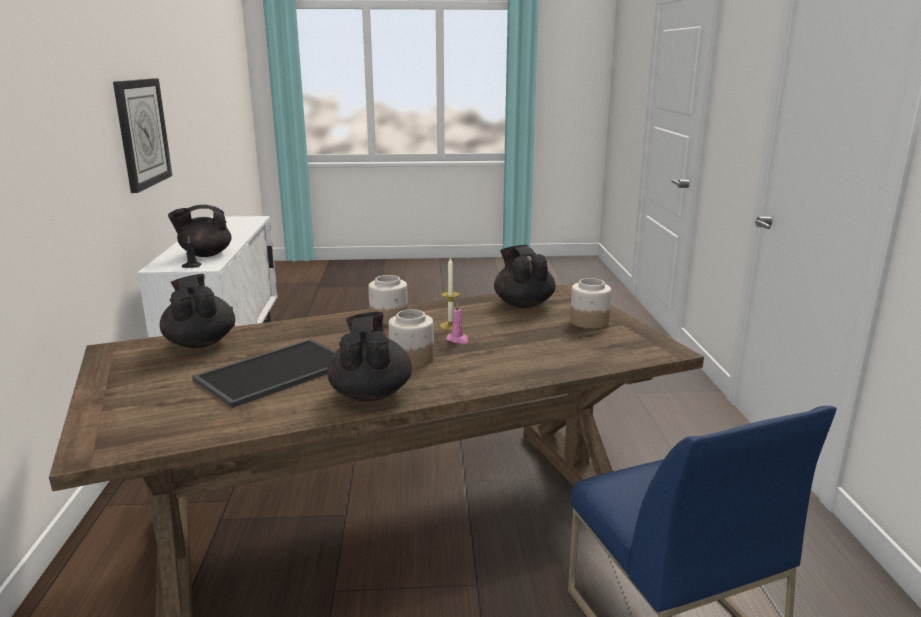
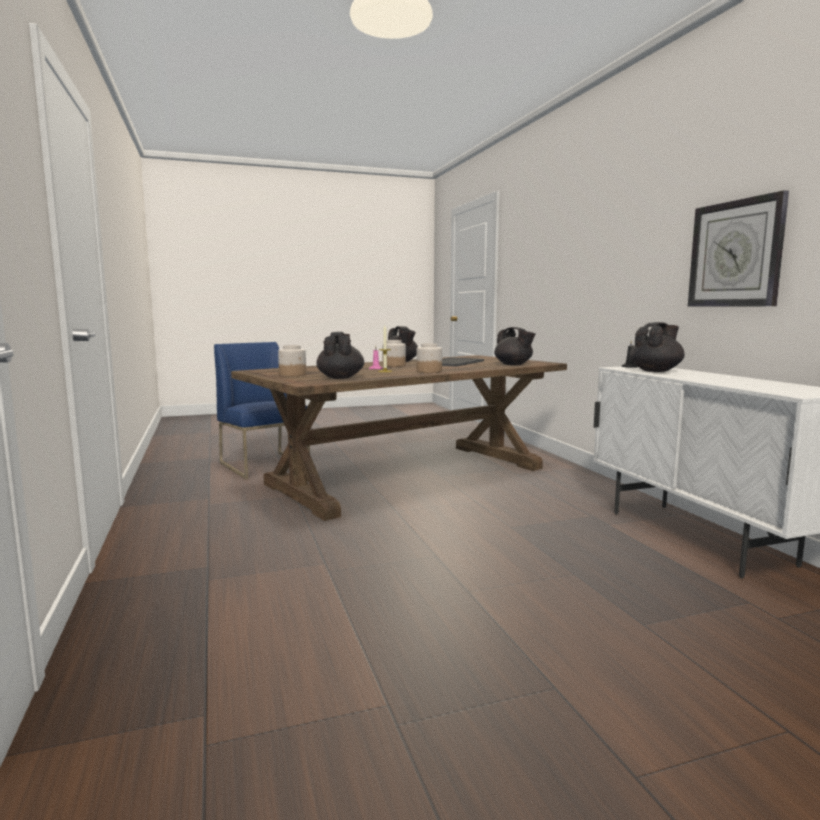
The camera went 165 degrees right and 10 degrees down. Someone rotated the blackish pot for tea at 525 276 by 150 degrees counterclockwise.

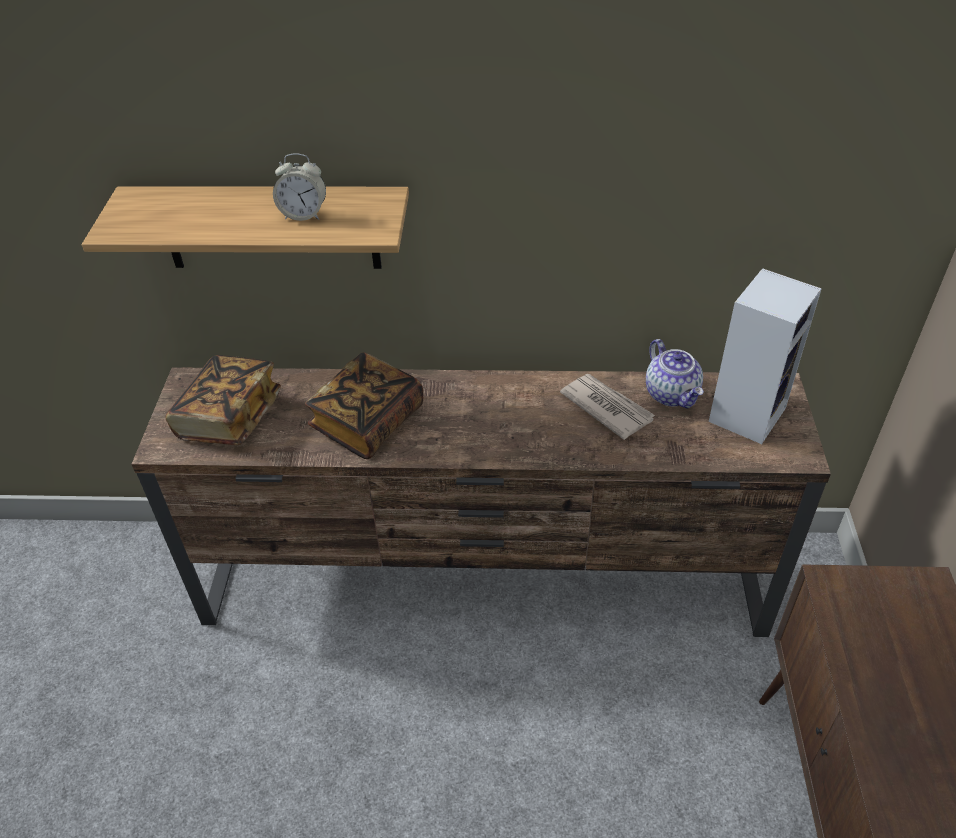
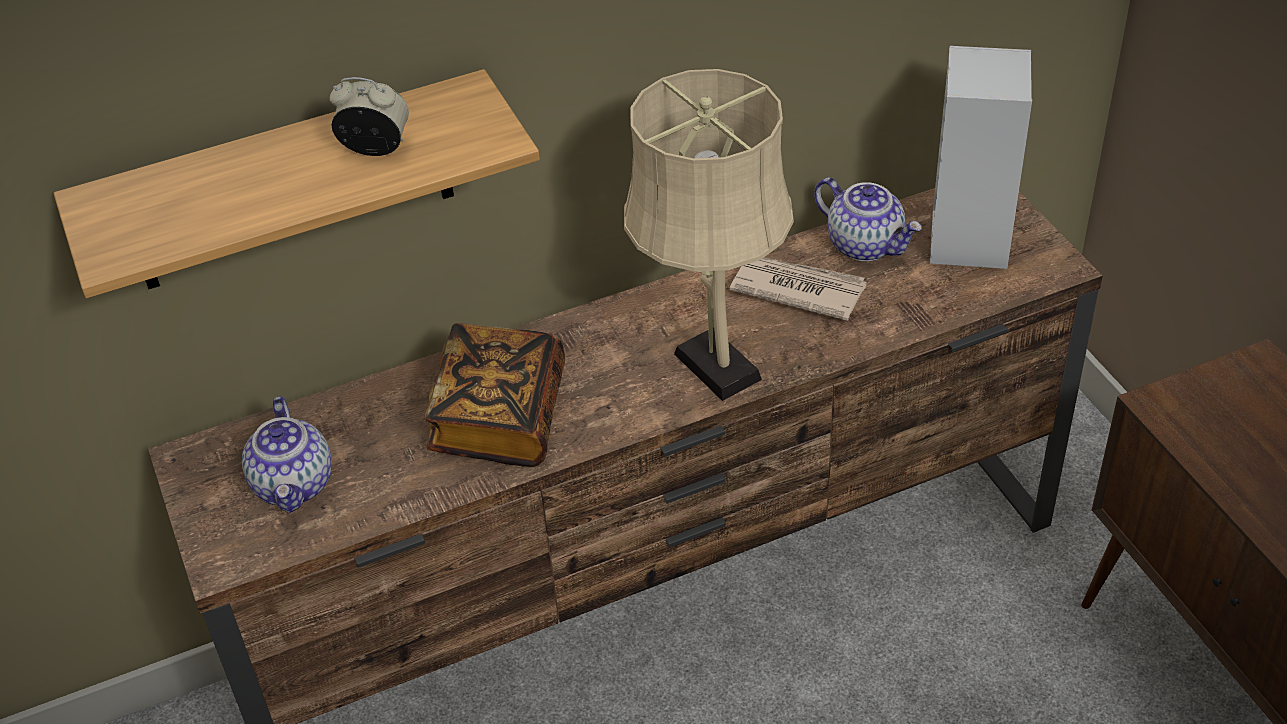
The camera went 25 degrees left and 0 degrees up. Someone rotated the alarm clock at 299 187 by 150 degrees counterclockwise. Someone swapped the bound book at 223 400 for the pot for tea at 287 454. Someone put down the sand-coloured lamp for a table at 709 235.

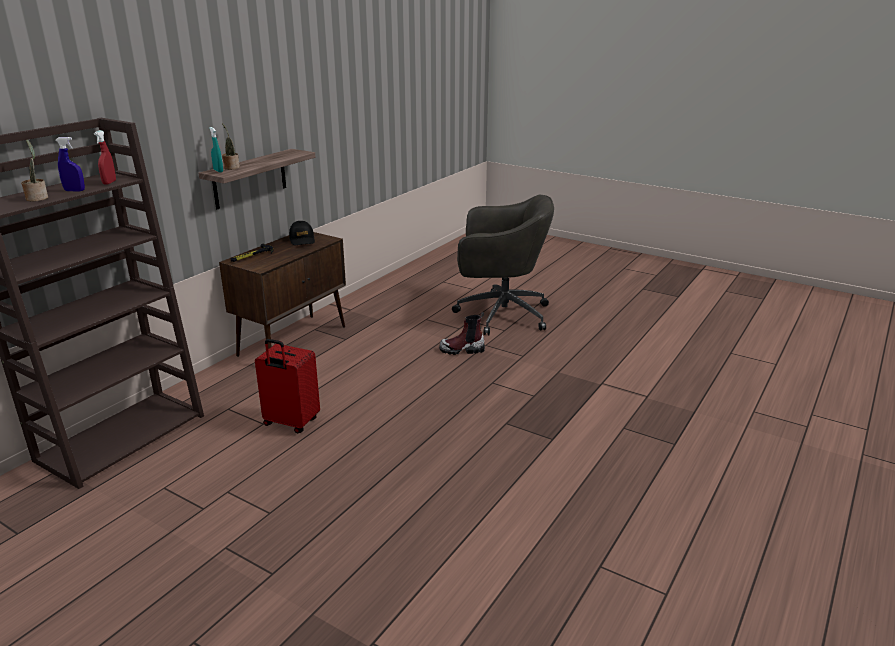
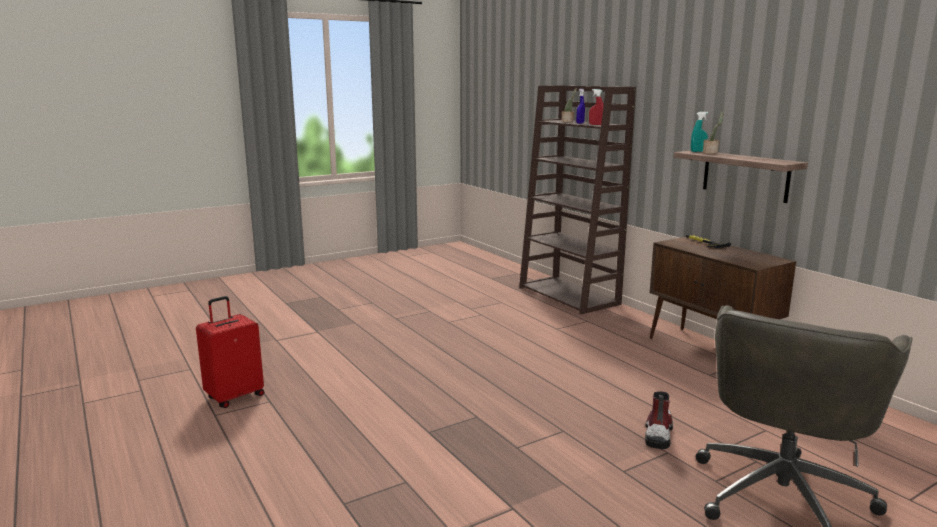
The camera went 115 degrees right and 10 degrees down. Someone took away the blackish peaked cap at 302 233. Someone carried the red-coloured piece of luggage from 287 386 to 230 352.

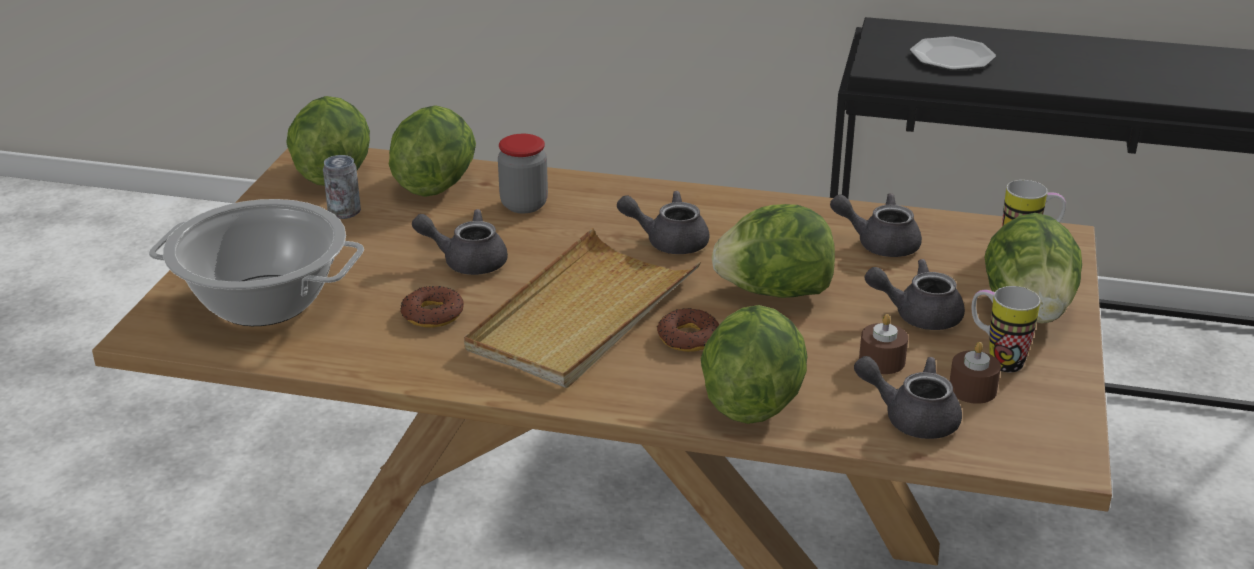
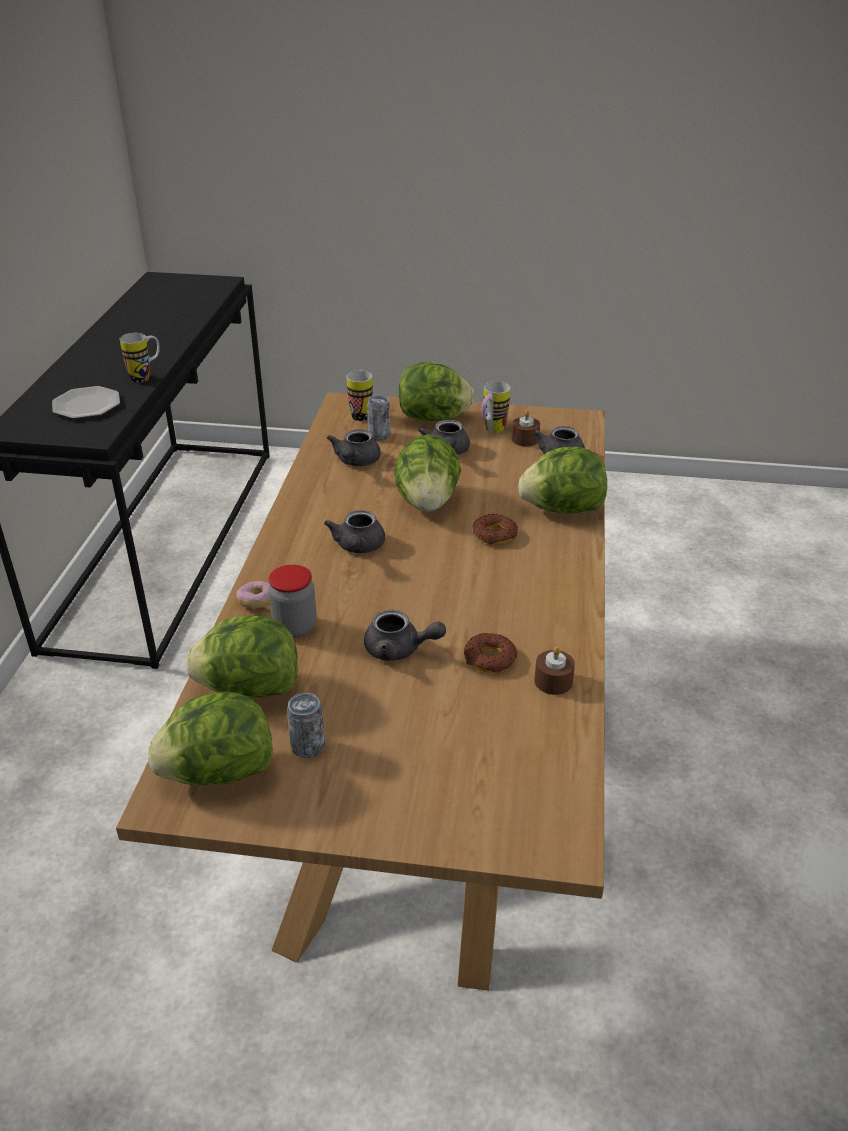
The camera went 95 degrees left and 5 degrees up. Someone took away the stockpot at 256 262. Someone rotated the greyish pot for tea at 460 242 by 75 degrees counterclockwise. Someone took away the sand-coloured tray at 582 308. Someone carried the brownish candle from 883 344 to 554 670. Someone put down the tea mug at 140 358. Someone put down the sealed can at 379 418. Someone put down the ring doughnut at 253 595.

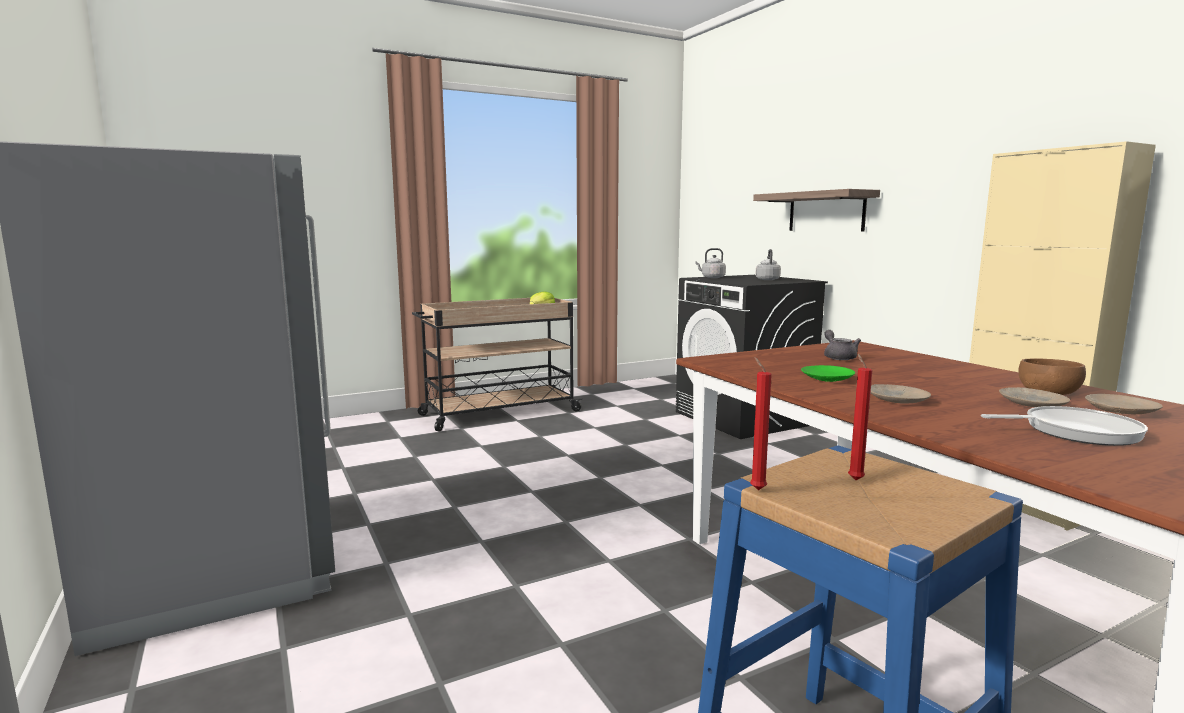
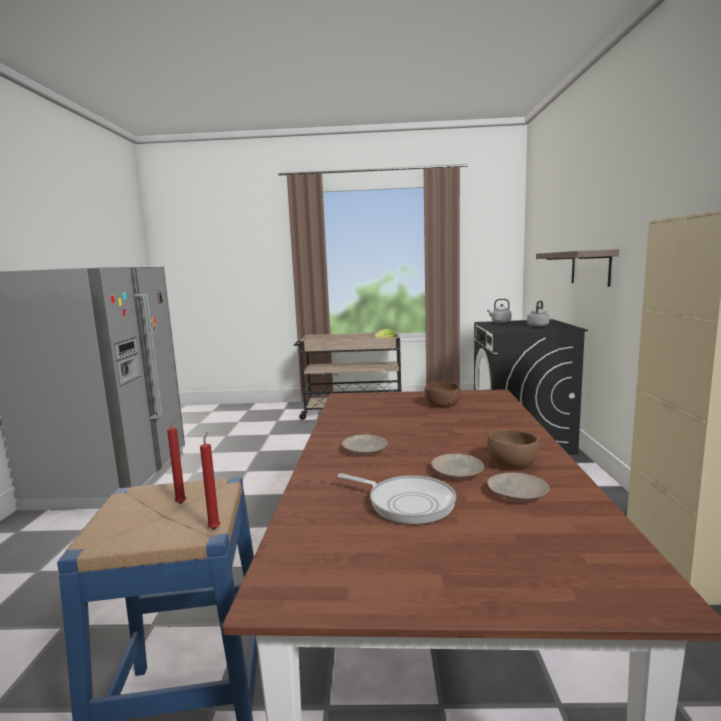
The camera went 30 degrees right and 0 degrees up. Someone swapped the greyish pot for tea at 842 345 for the brownish serving bowl at 442 394. Someone carried the red-coloured candle from 761 423 to 210 481. Someone took away the green-coloured dinner plate at 828 373.

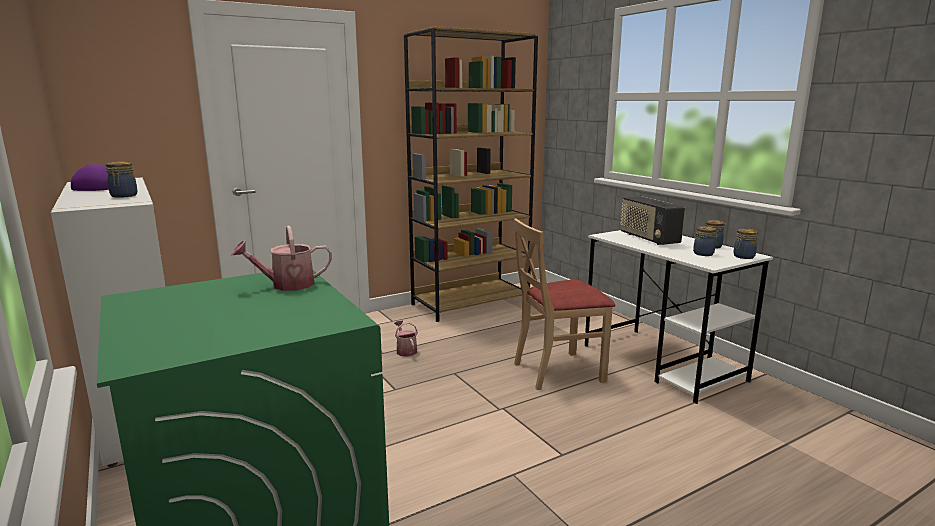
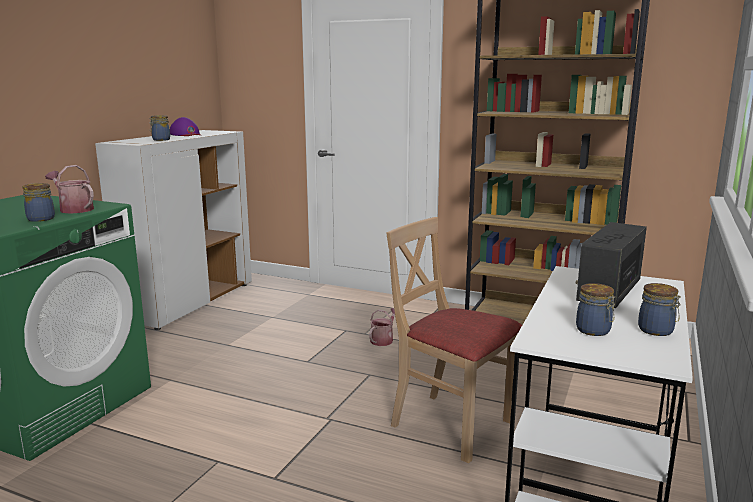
The camera went 55 degrees right and 0 degrees up. Someone carried the jar from 746 244 to 38 202.

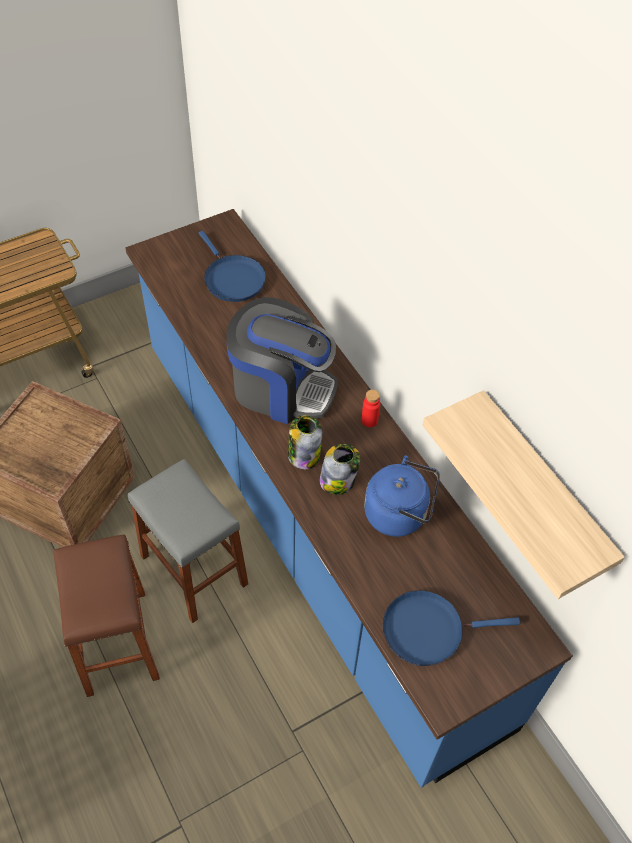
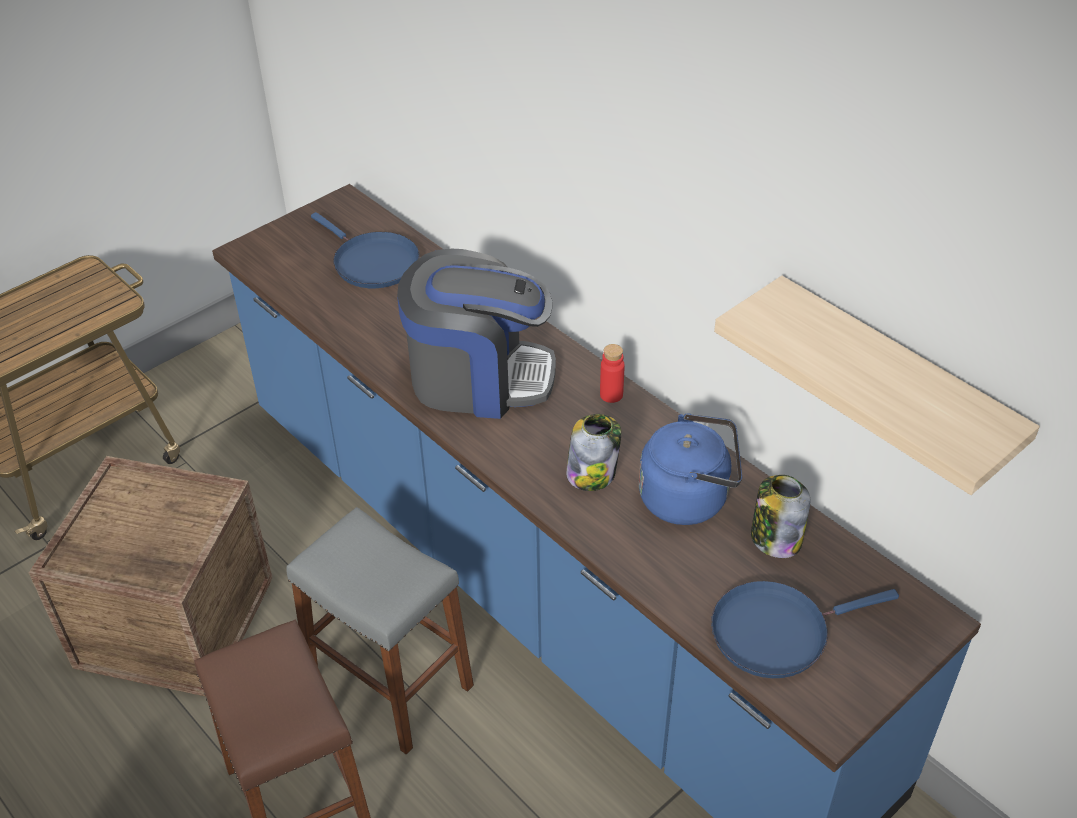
The camera went 10 degrees left and 10 degrees down. Someone carried the jar from 305 442 to 780 516.

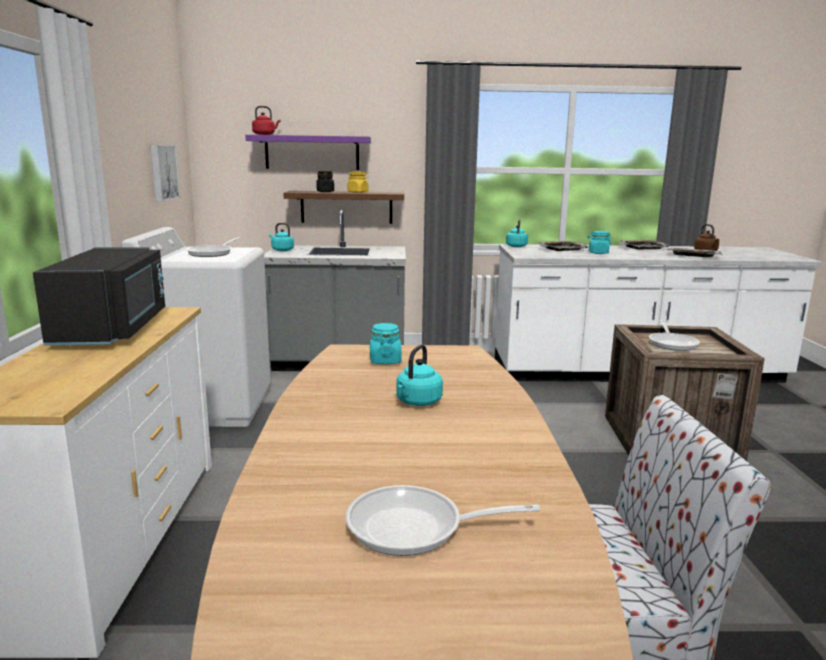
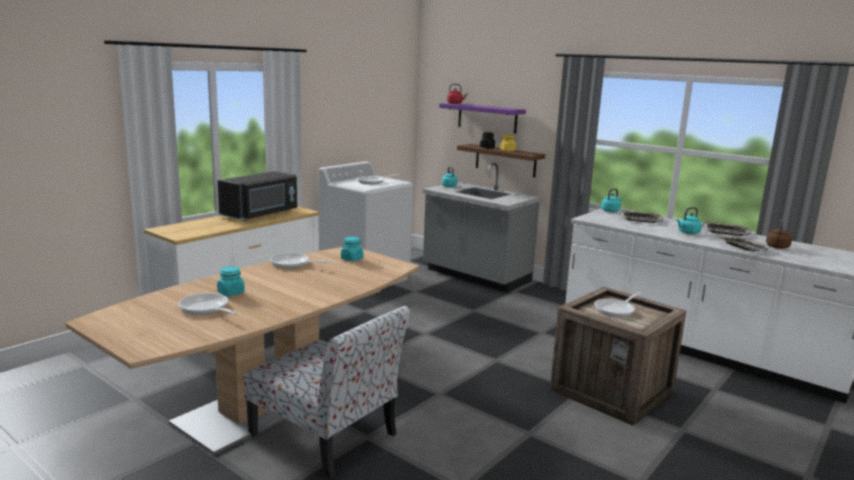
The camera went 40 degrees right and 0 degrees up. Someone took away the wall art at 165 173. Someone carried the turquoise-coloured jar from 599 242 to 231 281. Someone carried the turquoise-coloured tea kettle from 419 375 to 689 220. Someone put down the pan at 299 260.

